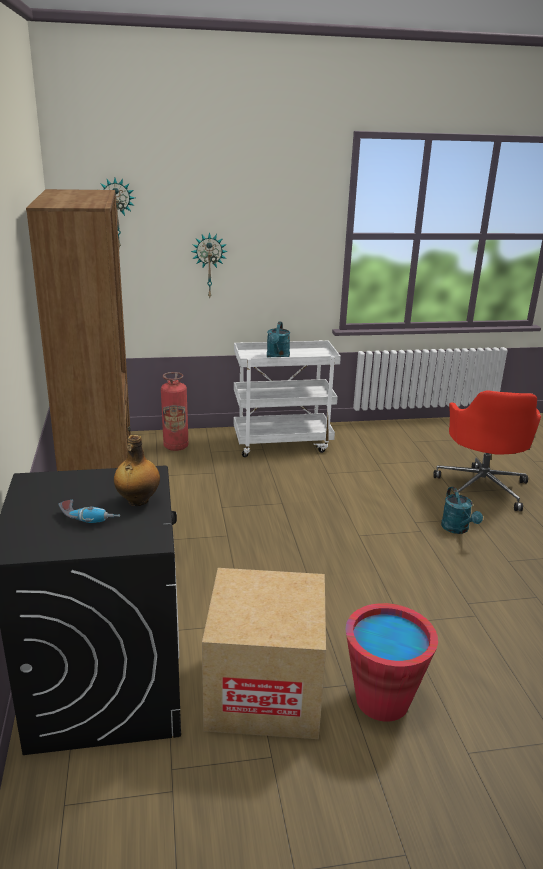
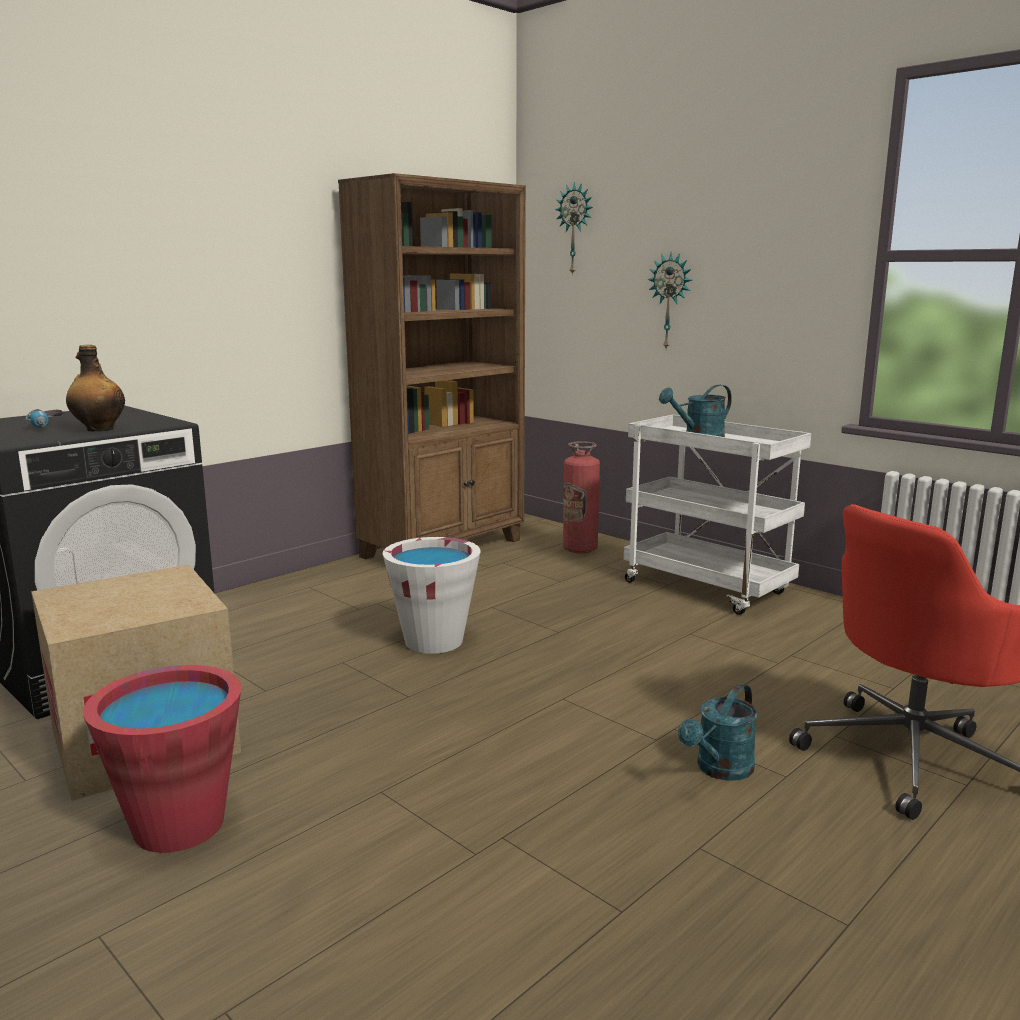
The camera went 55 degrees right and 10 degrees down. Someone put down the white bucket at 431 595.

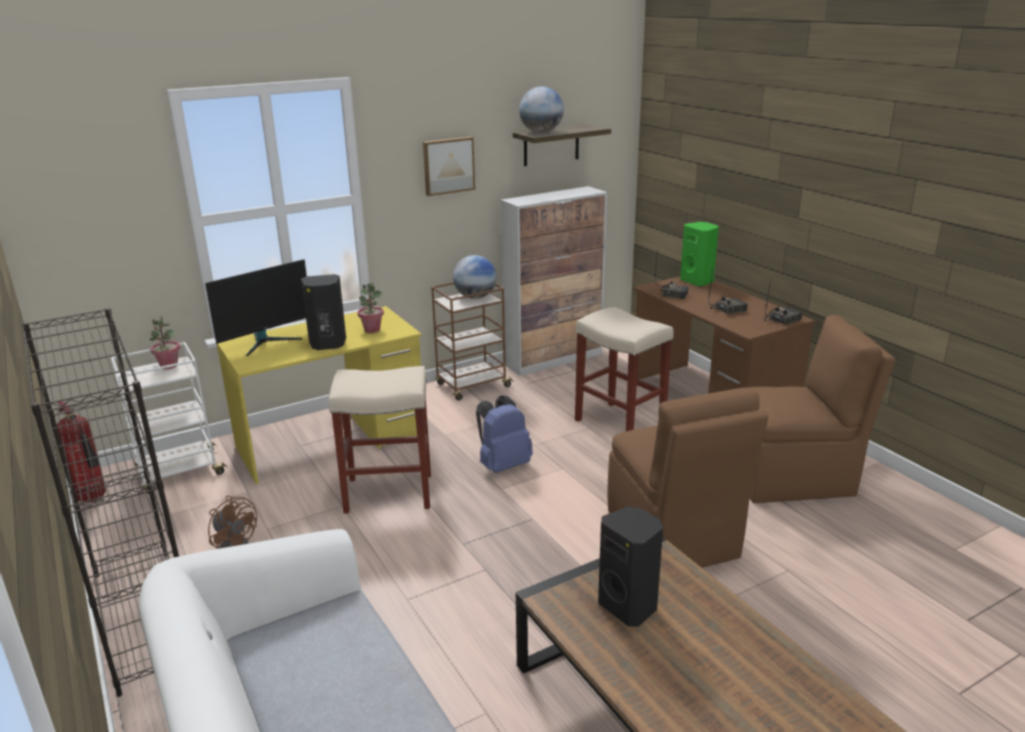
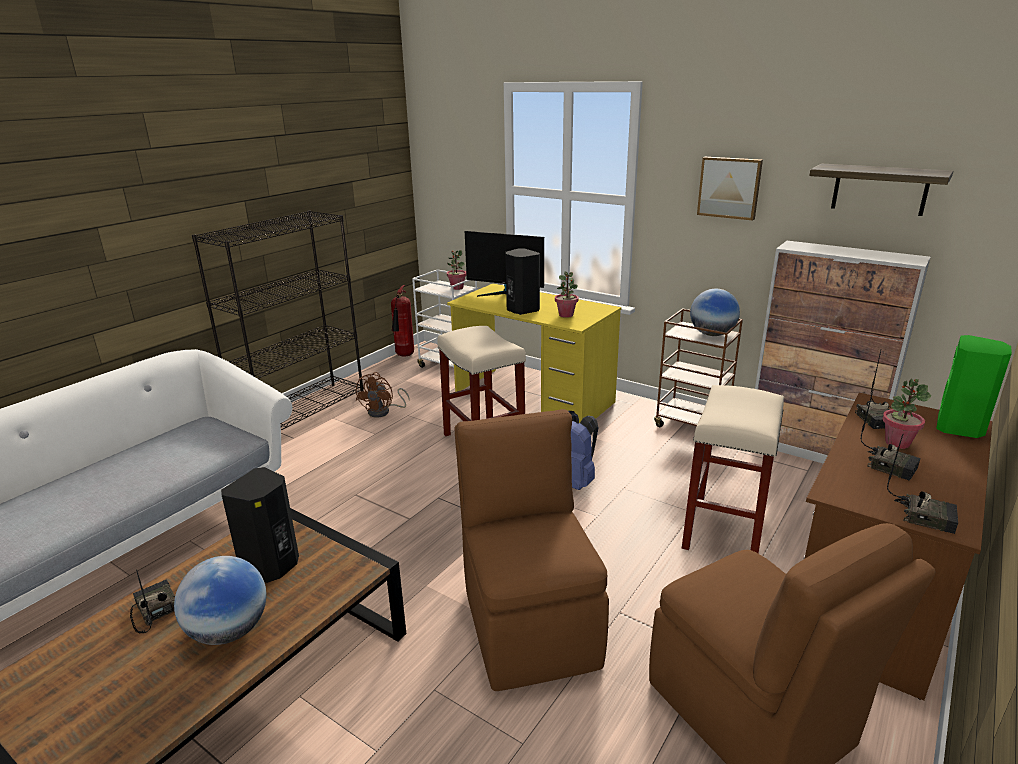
The camera went 65 degrees right and 0 degrees up. Someone carried the desk globe from 541 109 to 220 600. Someone rotated the brownish chair at 688 477 by 120 degrees clockwise. Someone put down the potted plant at 906 414. Someone put down the radio receiver at 152 601.

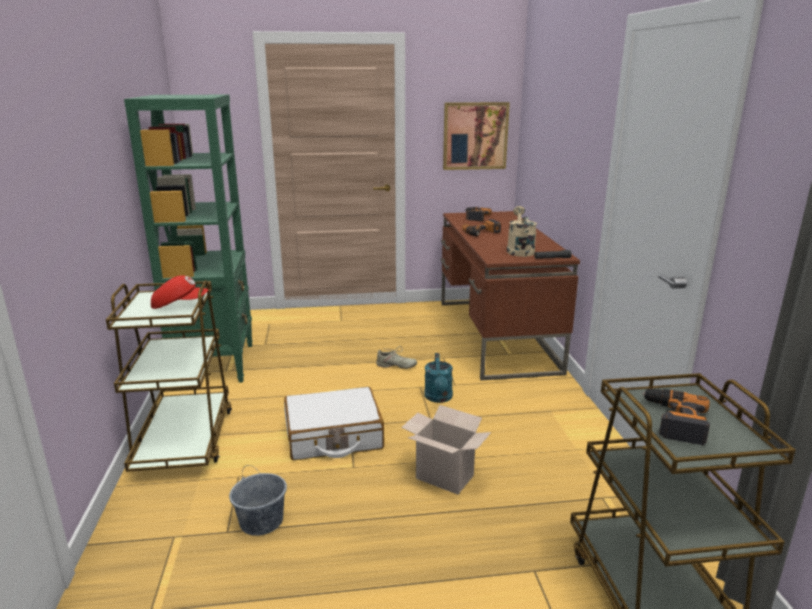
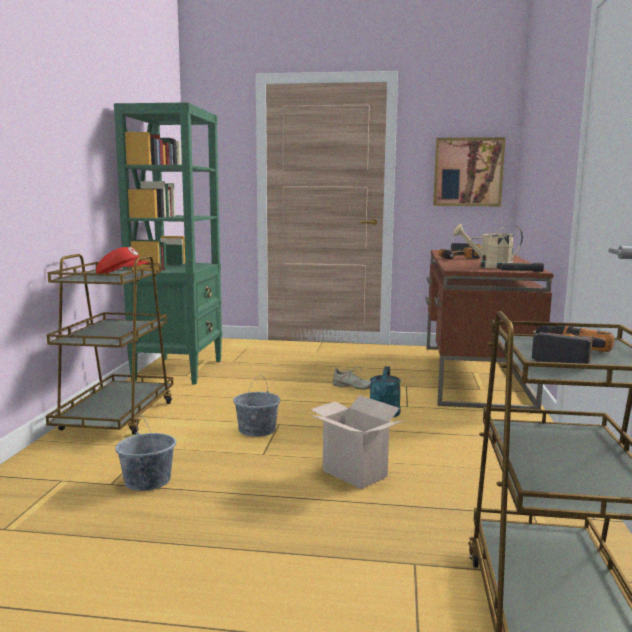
The camera went 15 degrees right and 10 degrees down. Someone rotated the sand-coloured sprinkling can at 522 231 by 105 degrees counterclockwise. Someone swapped the white piece of luggage at 334 423 for the greyish bucket at 256 406.

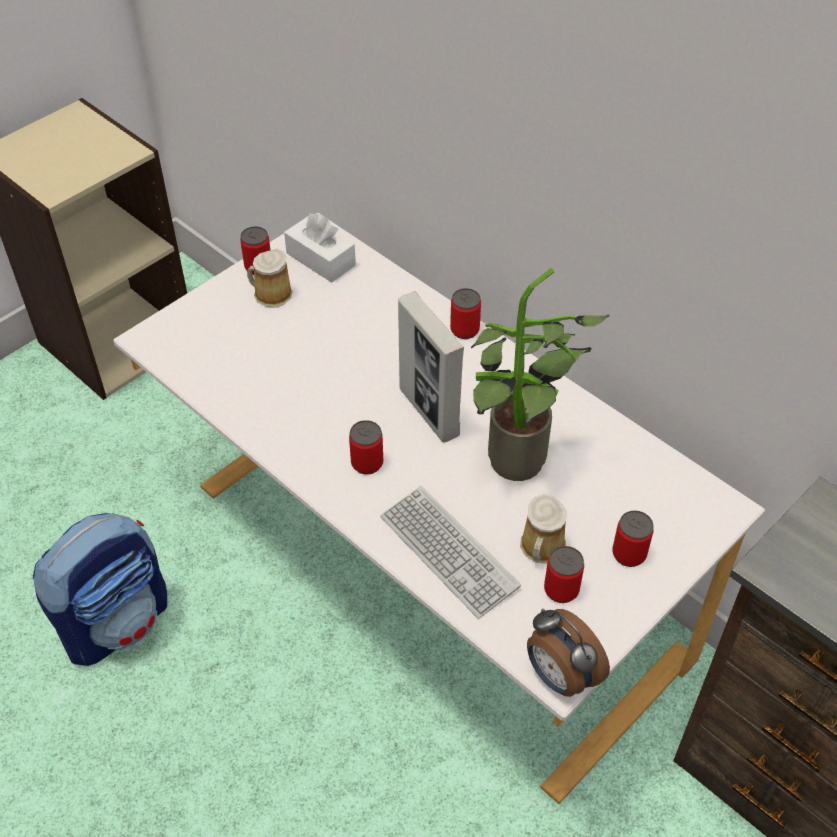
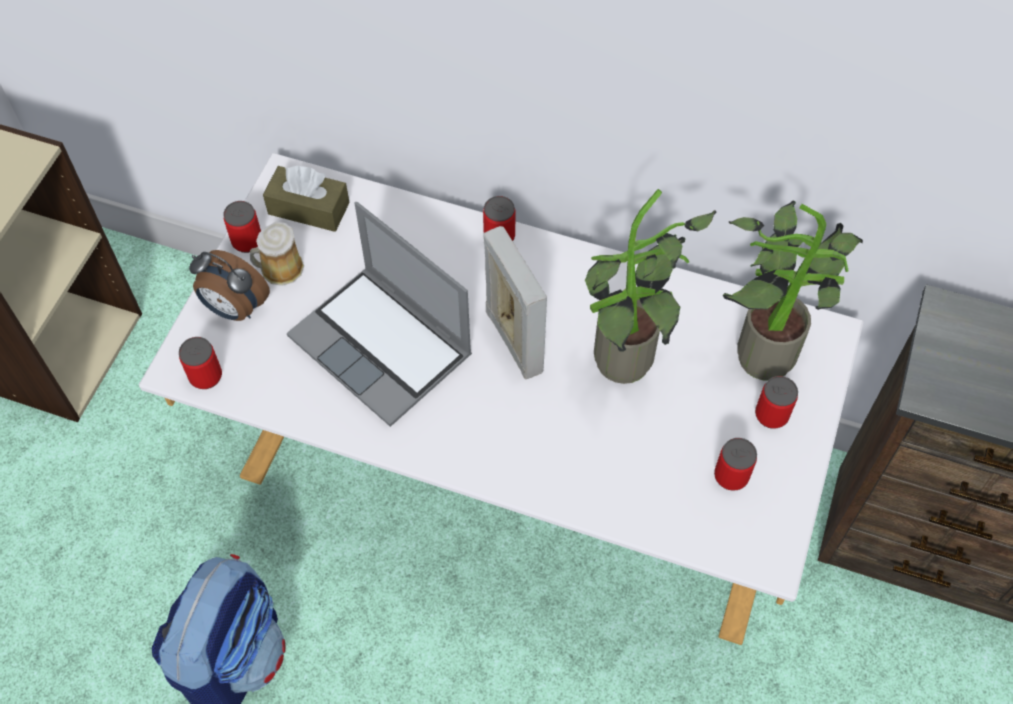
The camera went 25 degrees left and 10 degrees up. Someone repainted the white tissue holder at 320 248, which became the brownish tissue holder at 306 199. Someone rotated the standing frame at 431 366 by 150 degrees counterclockwise. Someone carried the sealed can from 366 447 to 200 363. Someone took away the keyboard at 450 552. Someone took away the tea mug at 543 529. Someone carried the alarm clock from 568 653 to 229 285. Someone put down the potted plant at 793 291. Someone put down the notebook computer at 379 314.

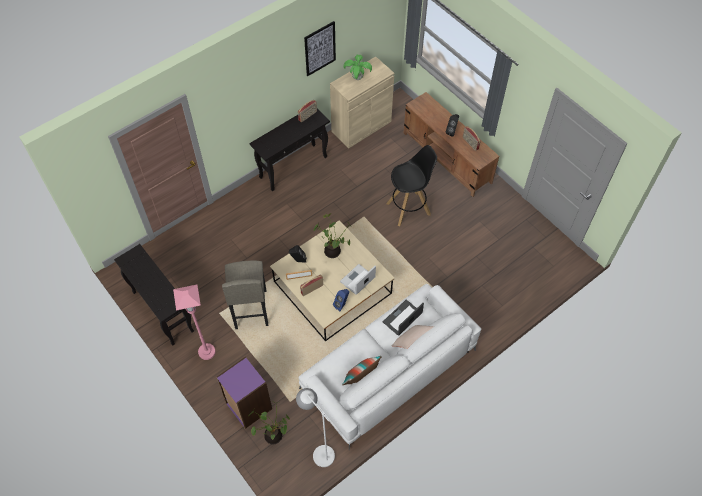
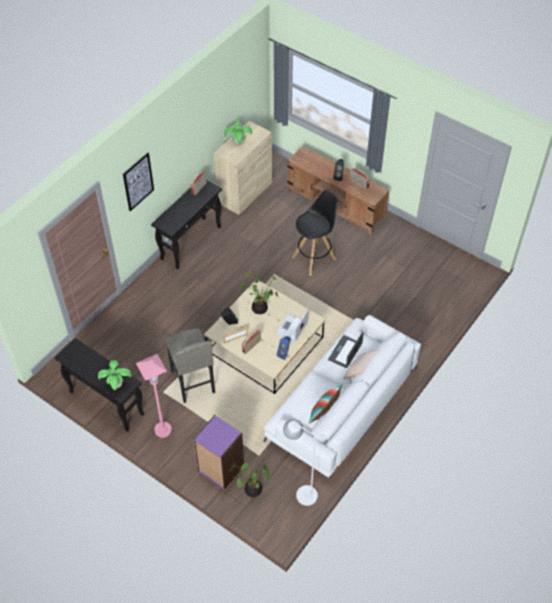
The camera went 15 degrees left and 5 degrees down. Someone carried the wall art from 320 48 to 138 182. Someone put down the potted plant at 114 375.

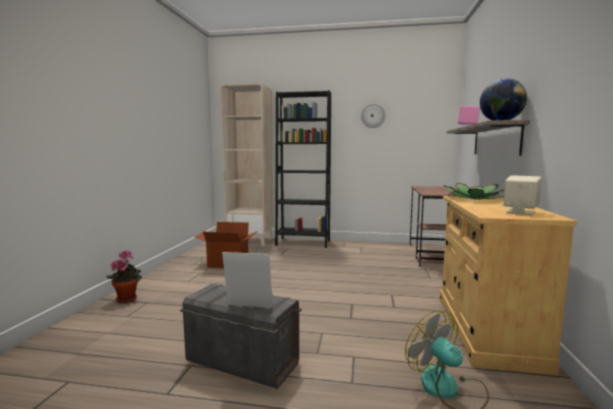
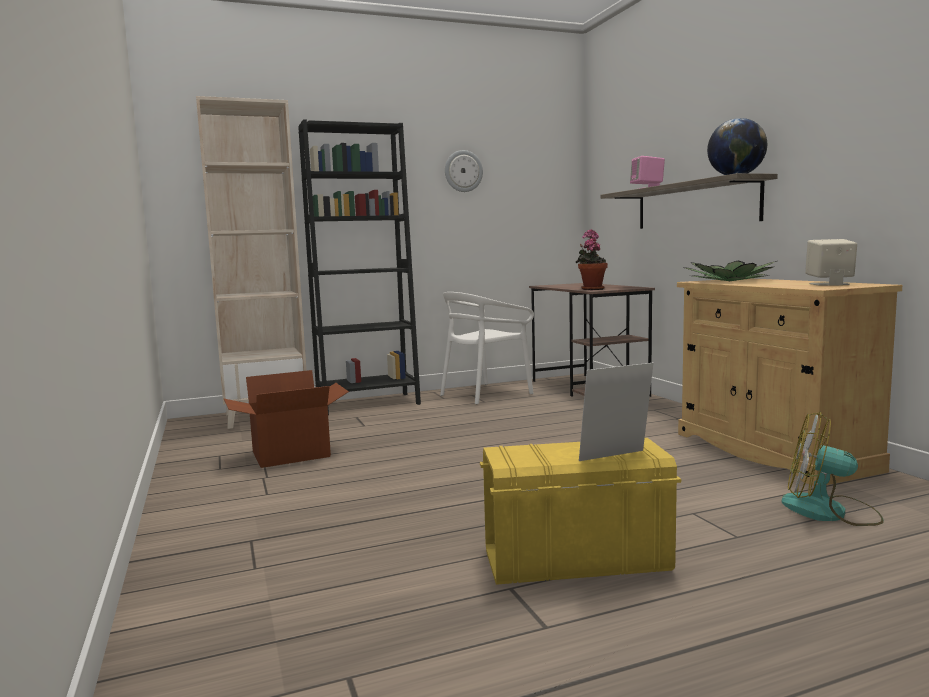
The camera went 30 degrees left and 0 degrees up. Someone carried the potted plant from 124 276 to 592 259. Someone repainted the greyish storage bin at 241 336, which became the yellow storage bin at 580 511. Someone put down the white chair at 487 348.

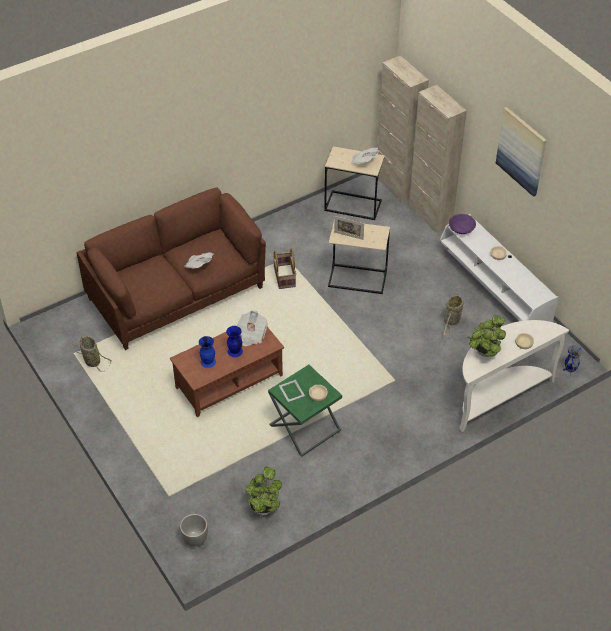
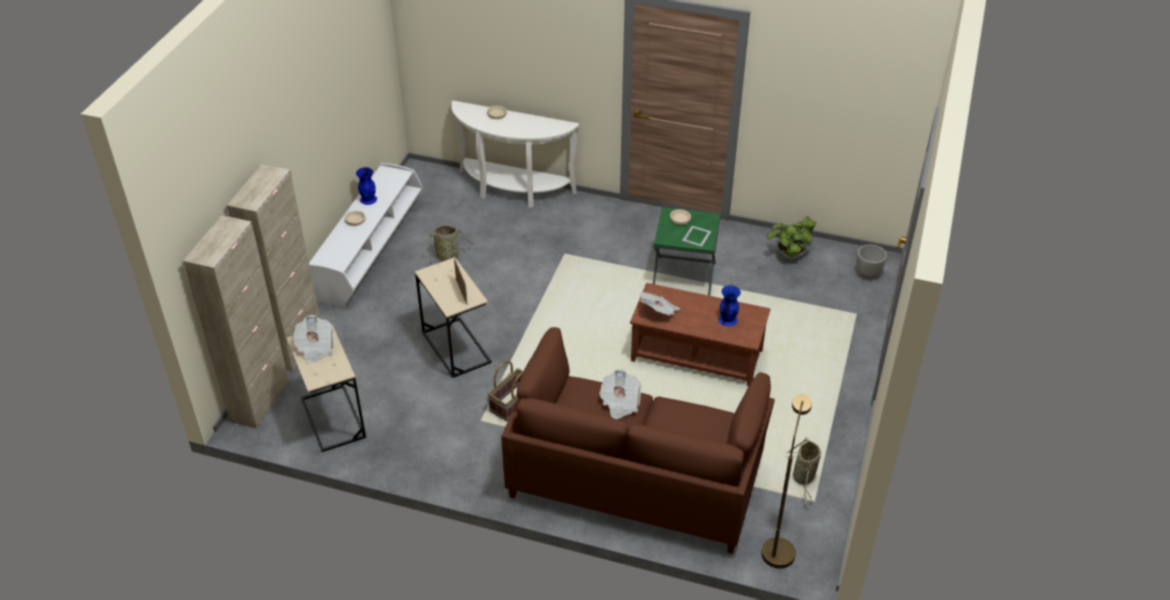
The camera went 130 degrees left and 5 degrees down. Someone took away the wall art at 521 152. Someone took away the purplish serving bowl at 462 224. Someone took away the potted plant at 486 335. Someone carried the bluish flower vase from 234 341 to 366 186. Someone took away the greyish flower vase at 573 360. Someone put down the brownish standing lamp at 786 481.

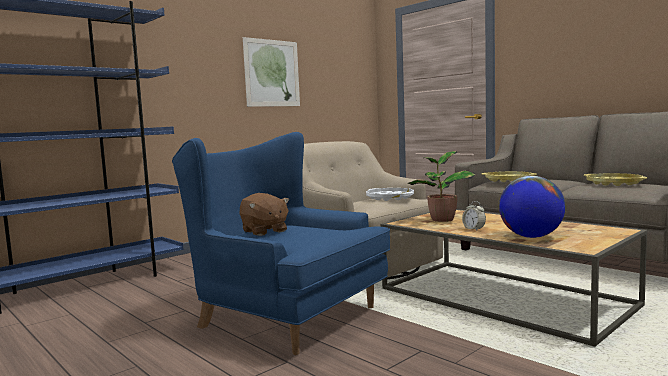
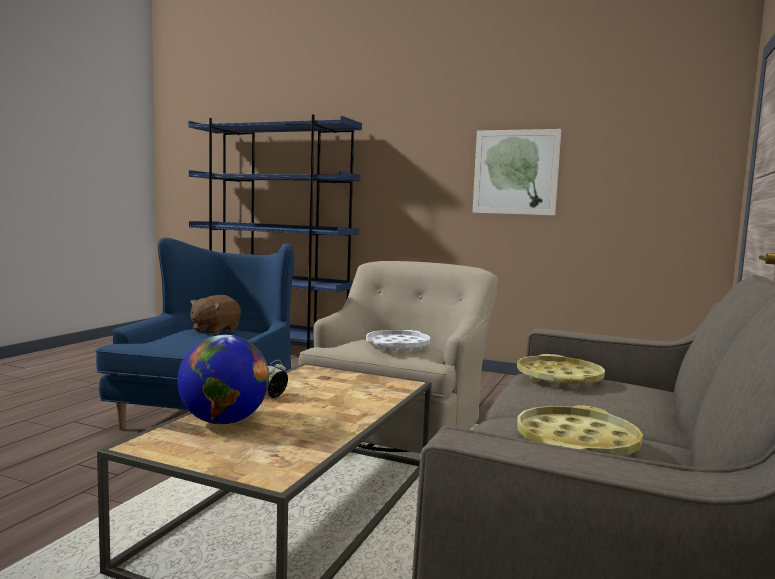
The camera went 65 degrees right and 0 degrees up. Someone took away the potted plant at 442 186.

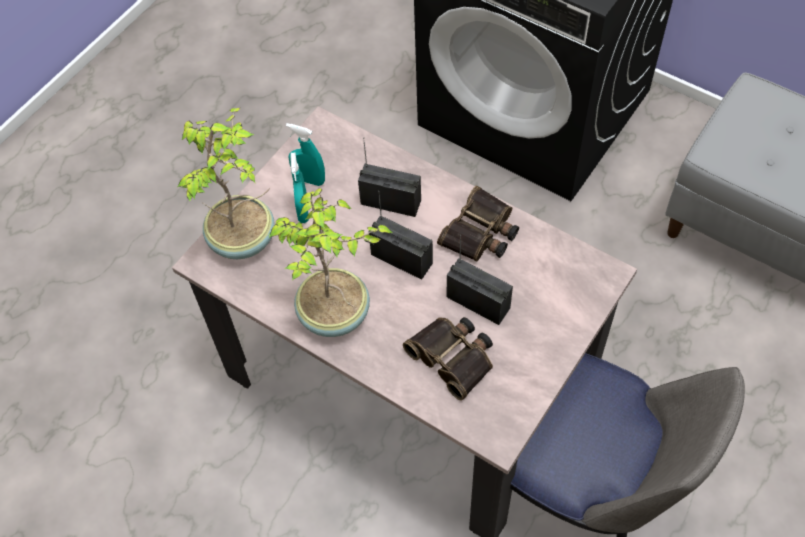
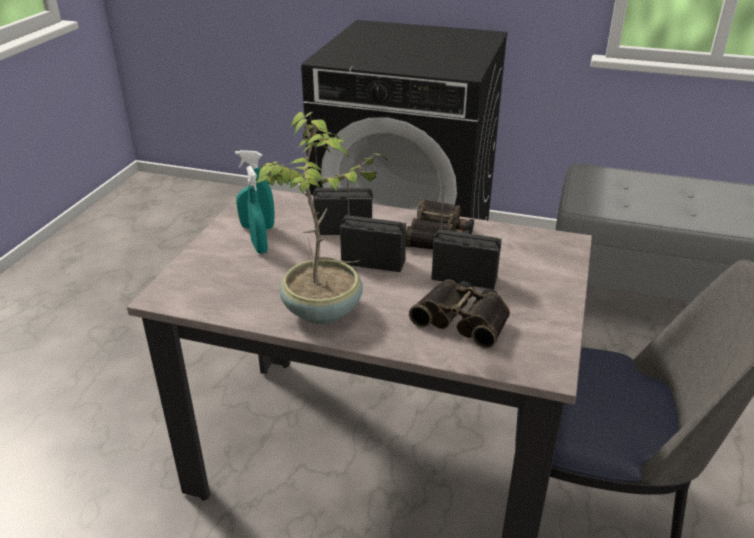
The camera went 20 degrees left and 25 degrees down. Someone took away the potted plant at 226 183.

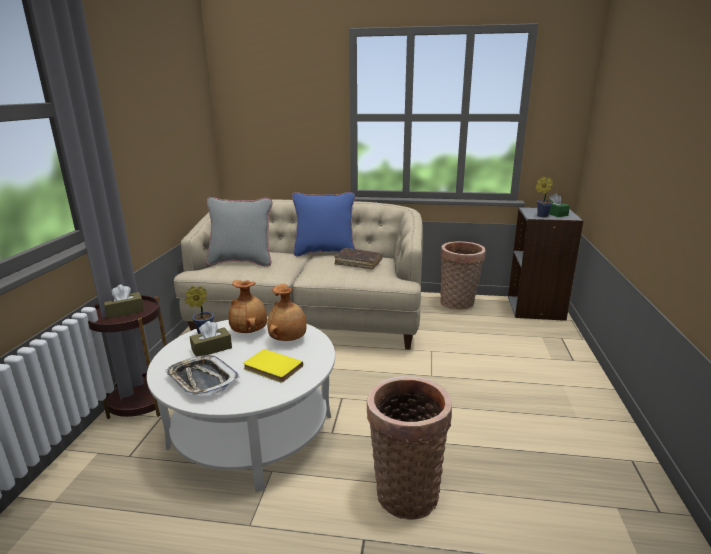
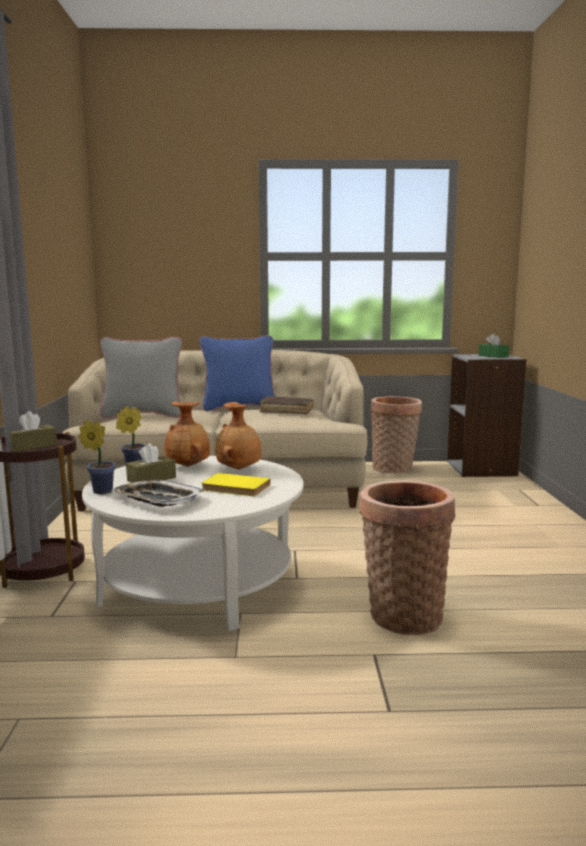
The camera went 10 degrees left and 10 degrees down. Someone carried the potted plant from 544 196 to 97 456.

